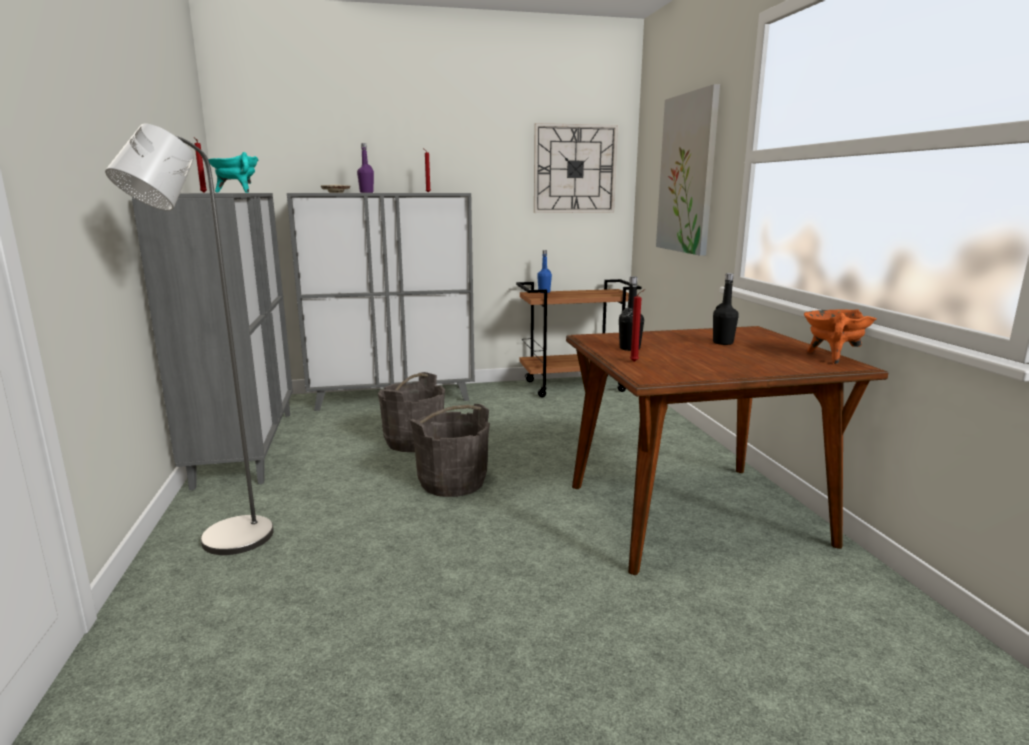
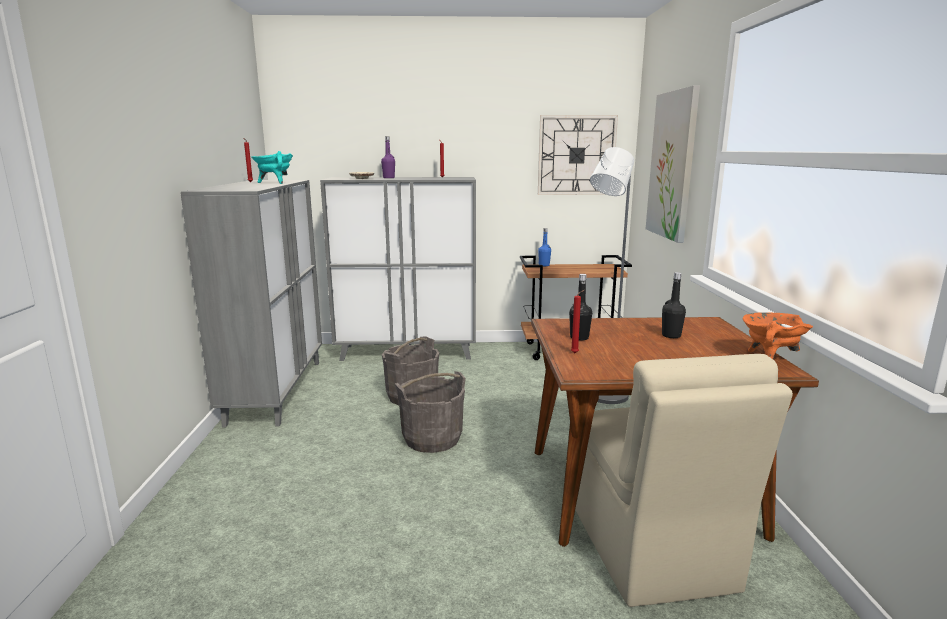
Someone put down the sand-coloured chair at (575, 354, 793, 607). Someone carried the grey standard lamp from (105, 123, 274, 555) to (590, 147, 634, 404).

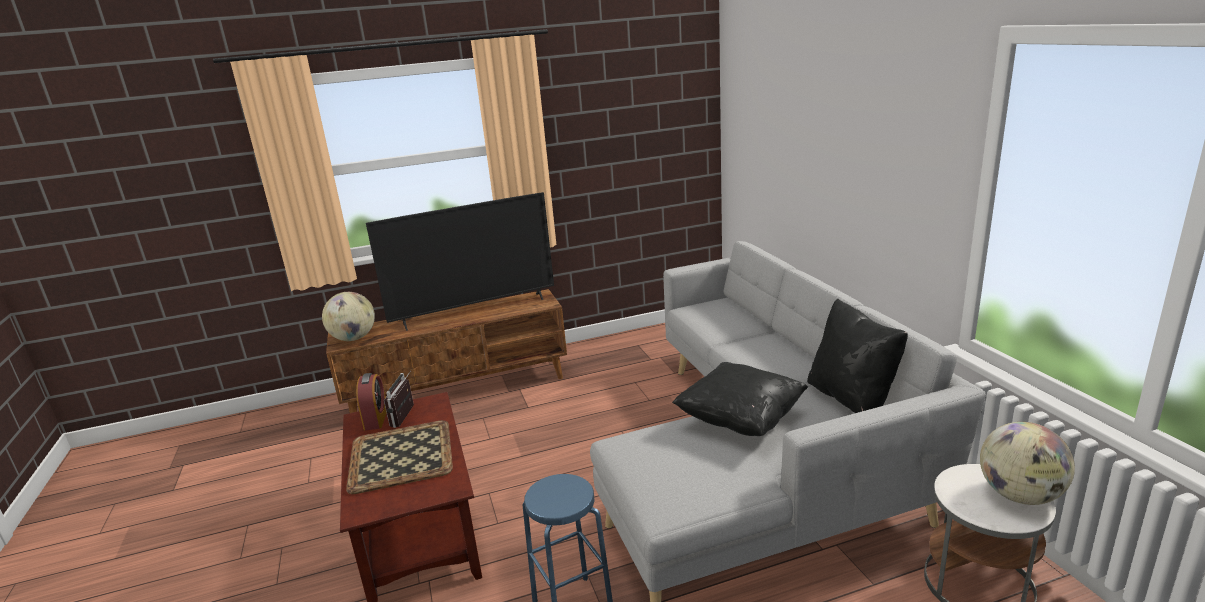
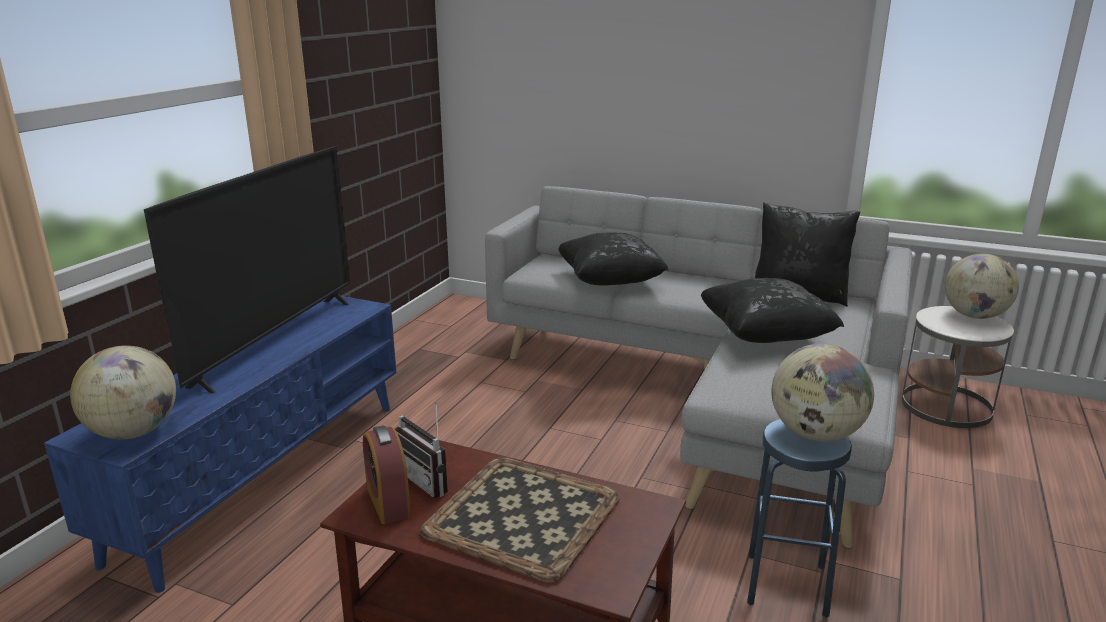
Someone put down the black-coloured cushion at (558, 232, 668, 286). Someone put down the desk globe at (772, 344, 874, 442). Someone repainted the brown tv stand at (326, 289, 567, 413), which became the bluish tv stand at (44, 296, 397, 593). Someone rotated the bedside clock at (356, 373, 387, 430) by 150 degrees counterclockwise.

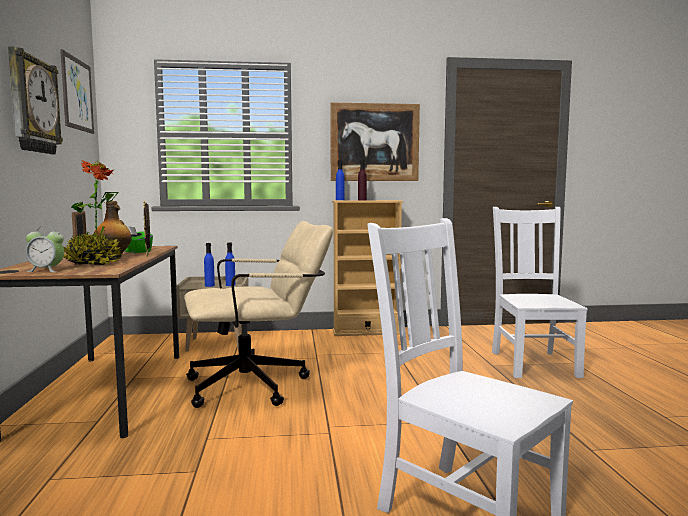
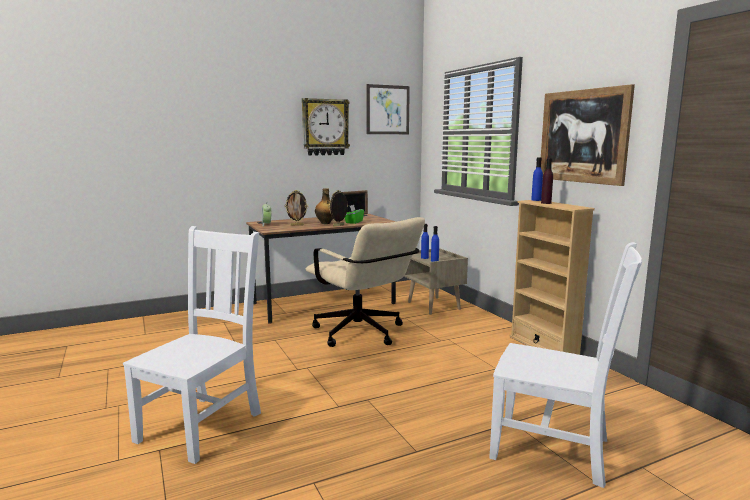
Someone swapped the plant in a pot at (63, 160, 123, 265) for the photo frame at (284, 190, 308, 226). Someone rotated the whitish chair at (492, 207, 588, 378) by 45 degrees clockwise.

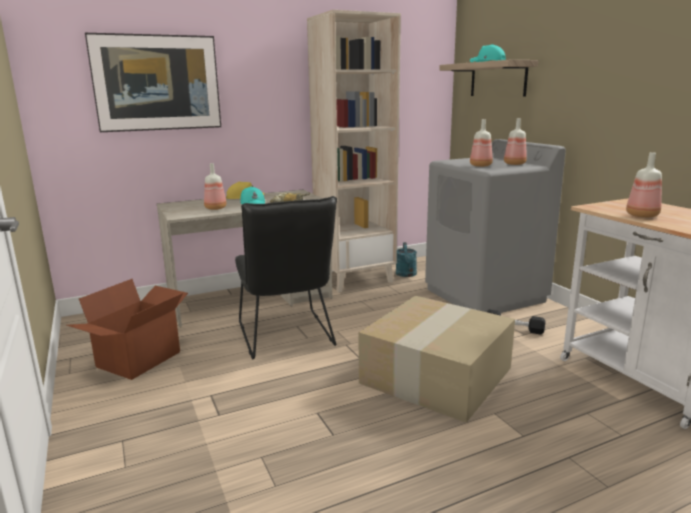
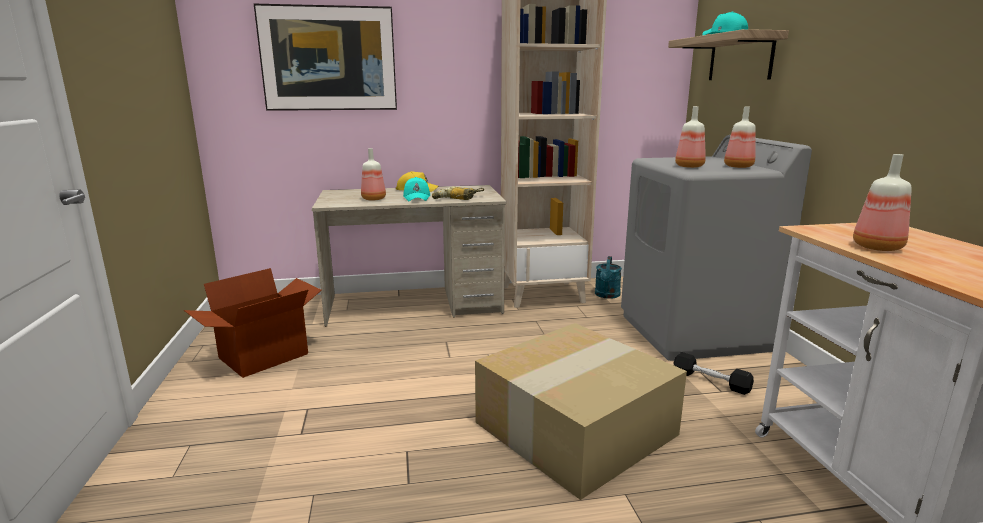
Someone took away the black-coloured chair at (235, 196, 337, 359).

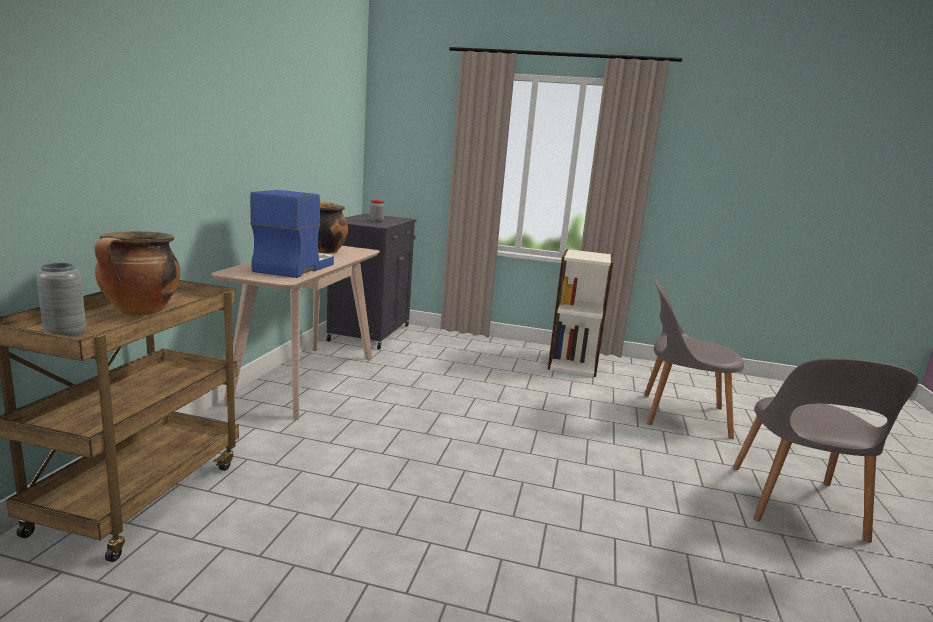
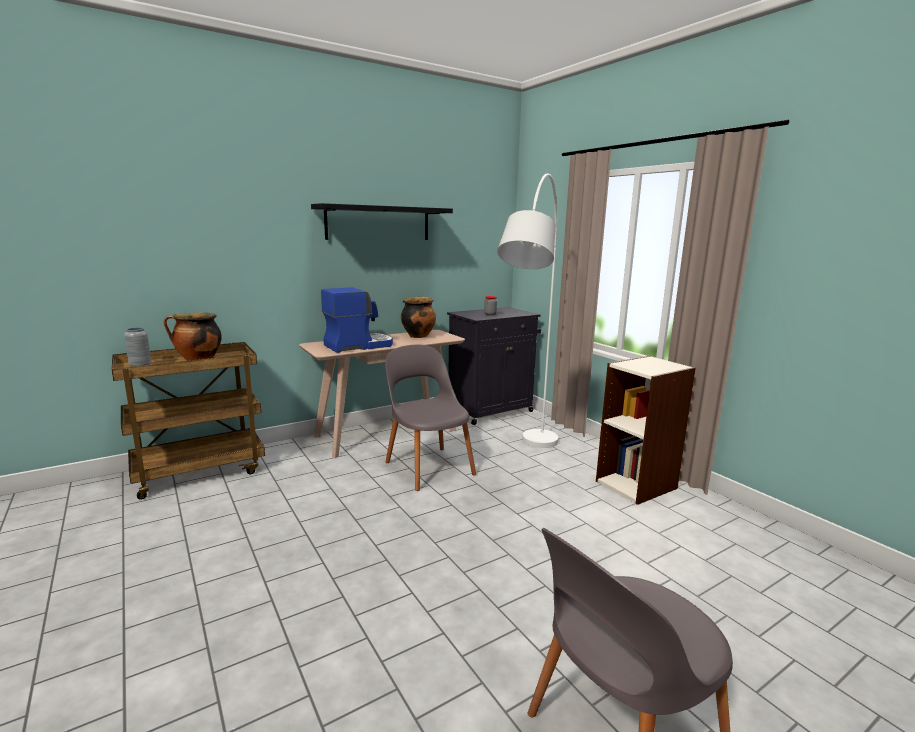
Someone put up the black-coloured wall shelf at (311, 203, 453, 240). Someone put down the whitish standard lamp at (497, 173, 558, 448). Someone carried the grey chair from (644, 279, 744, 439) to (385, 345, 476, 491).

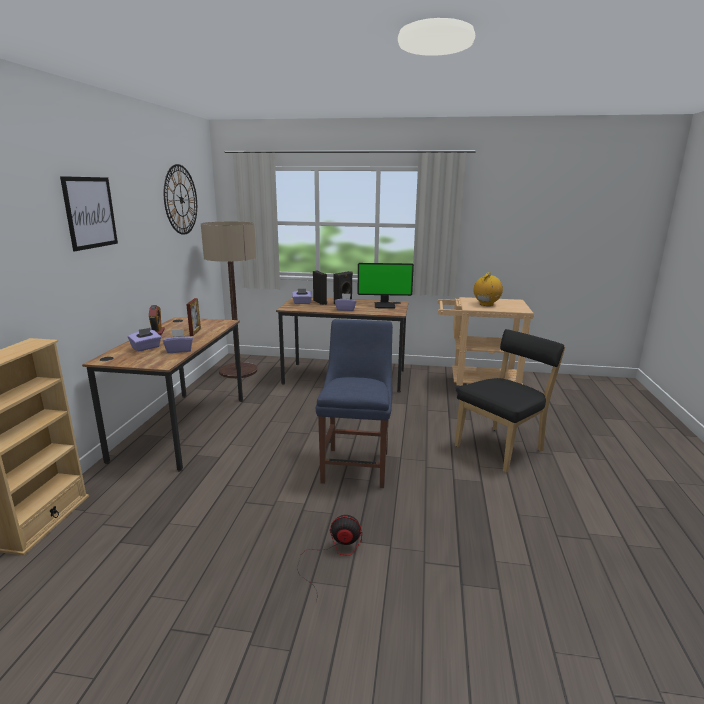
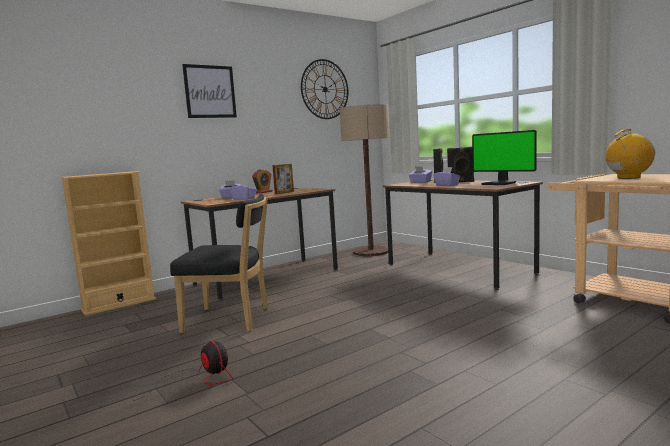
Someone took away the bluish chair at (316, 319, 393, 488). Someone carried the black-coloured chair from (455, 329, 565, 473) to (170, 194, 268, 333).

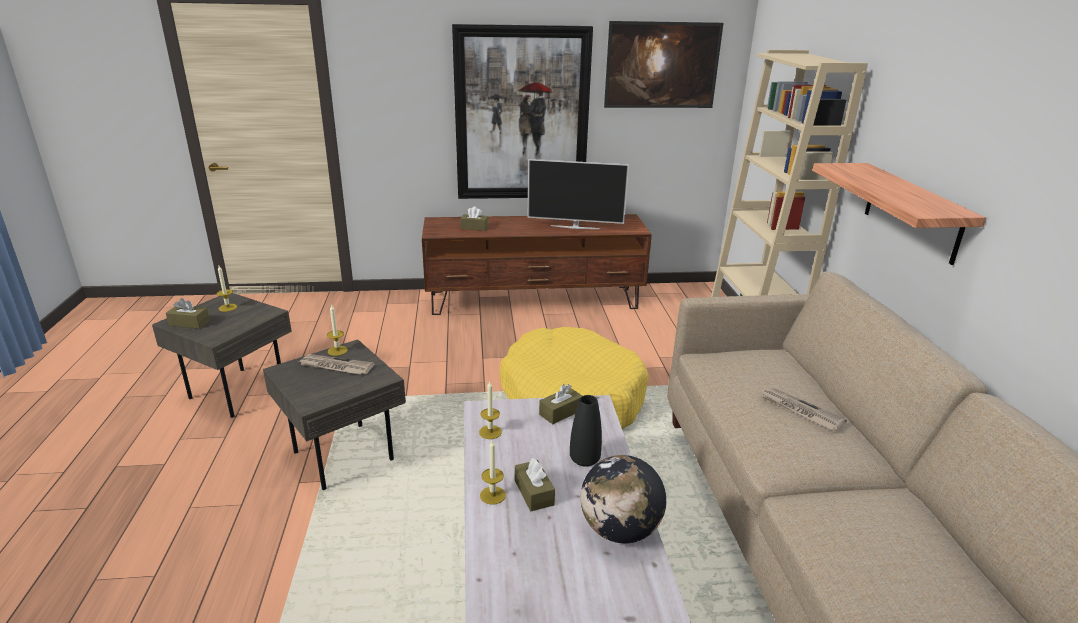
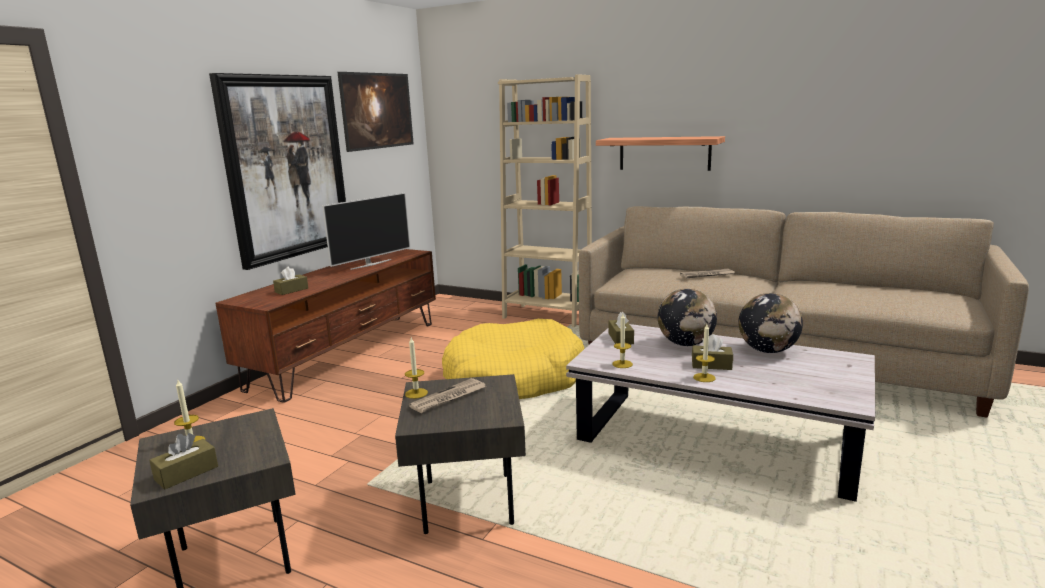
Someone swapped the black-coloured flower vase at (570, 395, 602, 467) for the desk globe at (658, 289, 717, 346).

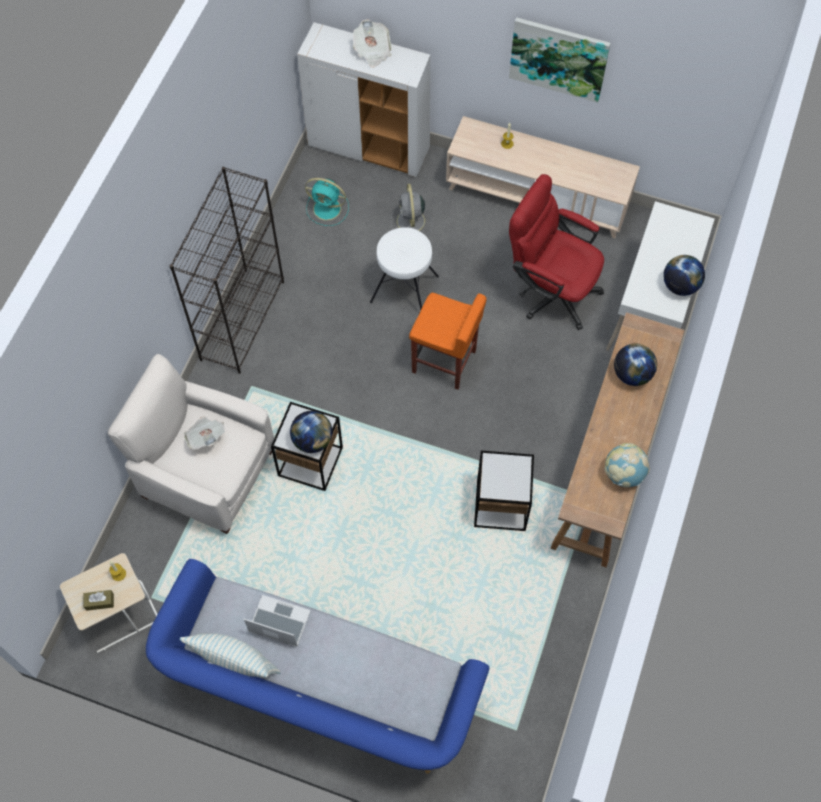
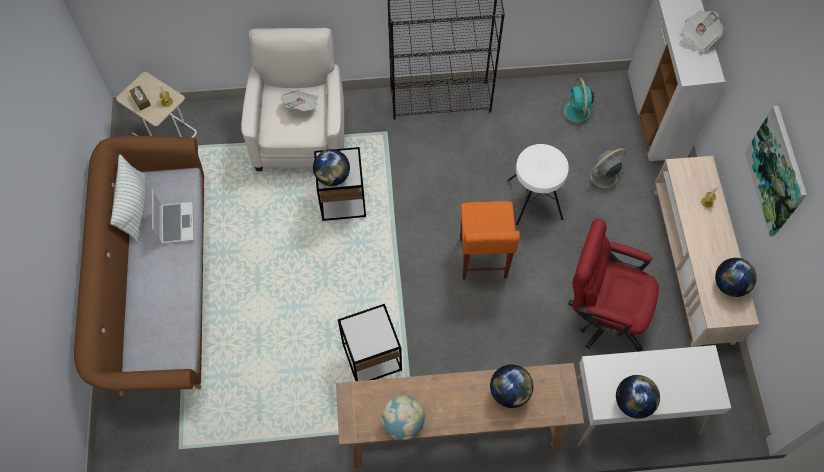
Someone put down the desk globe at (715, 258, 757, 297). Someone repainted the bluish sofa at (146, 559, 489, 774), which became the brown sofa at (74, 136, 204, 396). Someone rotated the red computer chair at (509, 174, 604, 330) by 75 degrees counterclockwise.

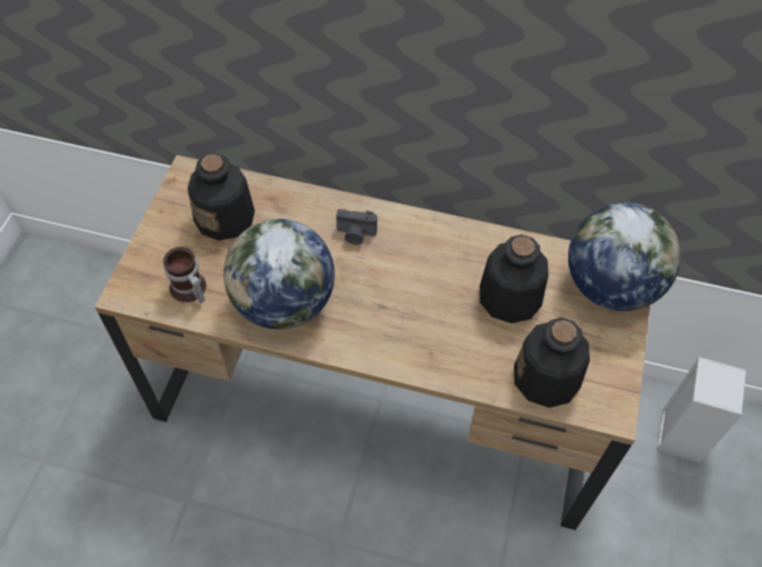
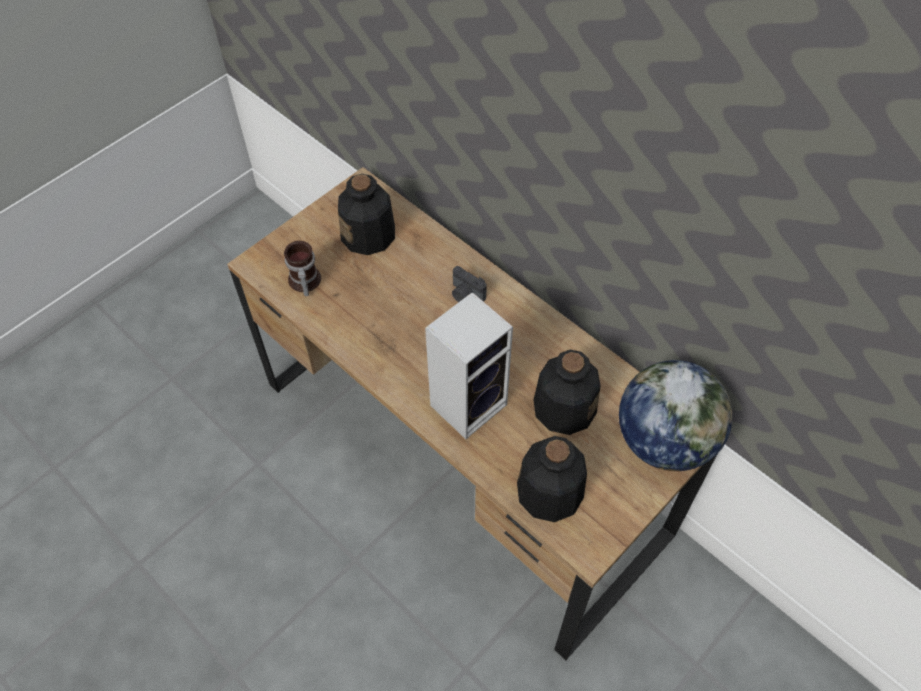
Someone took away the desk globe at (224, 219, 335, 330). Someone carried the audio speaker from (657, 357, 746, 463) to (425, 292, 513, 439).

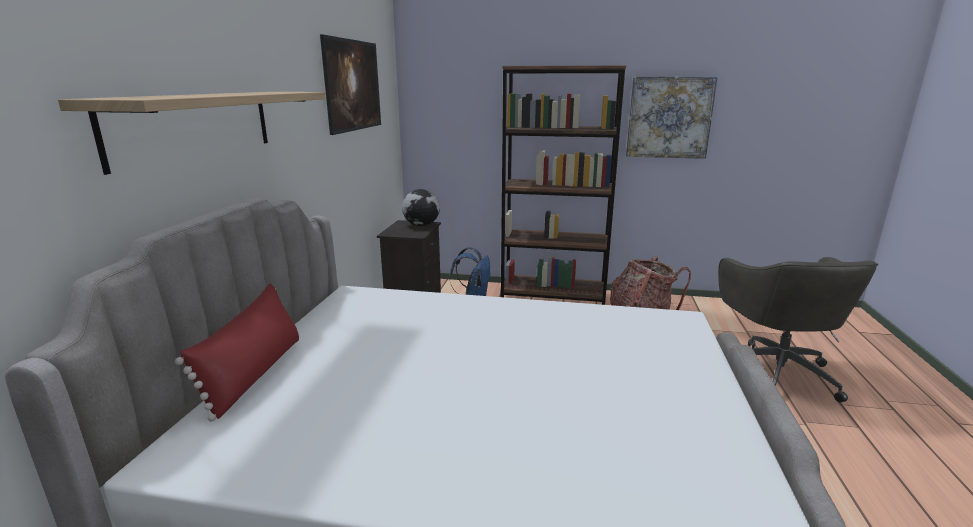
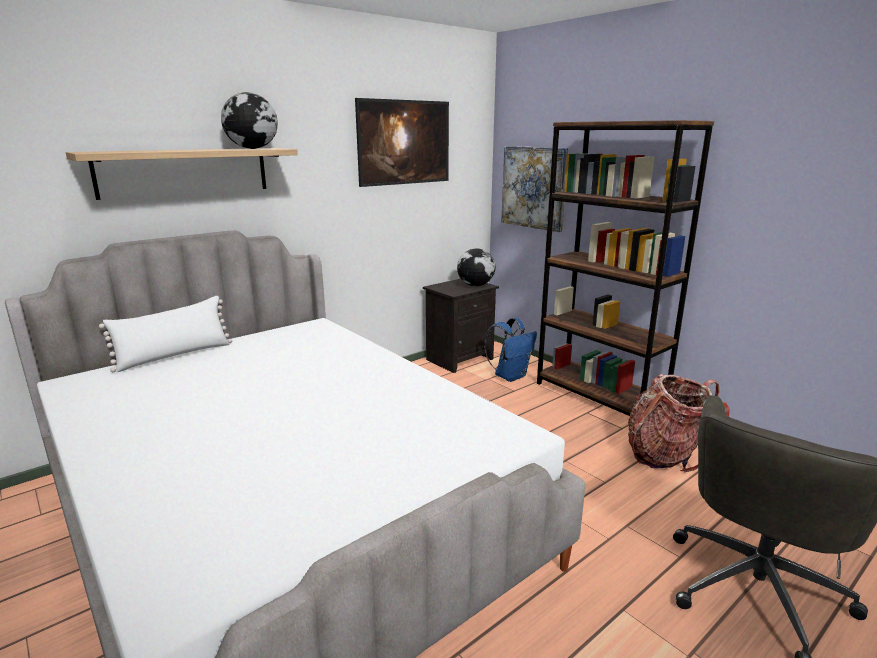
Someone put down the desk globe at (221, 92, 278, 149). Someone carried the picture from (626, 76, 718, 159) to (501, 146, 568, 232). Someone repainted the red cushion at (175, 283, 299, 422), which became the whitish cushion at (99, 296, 232, 372).

